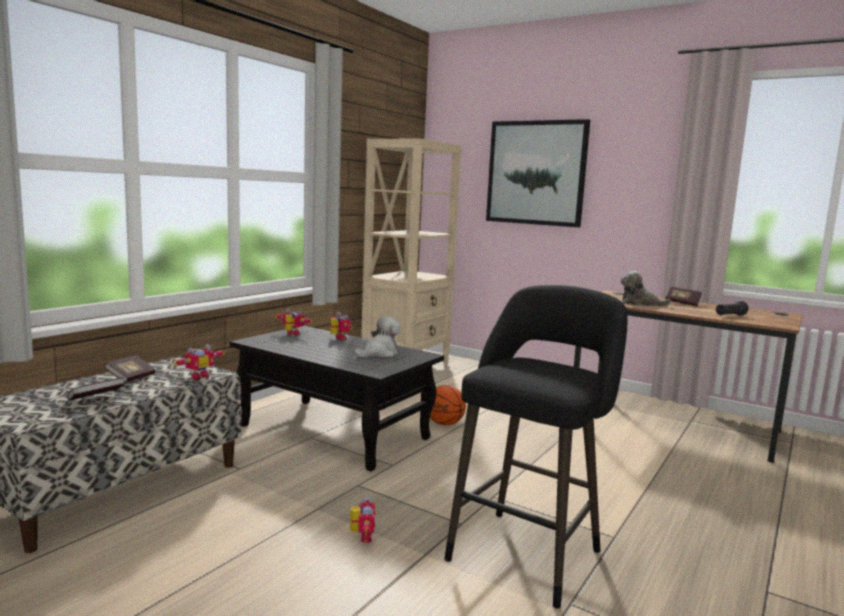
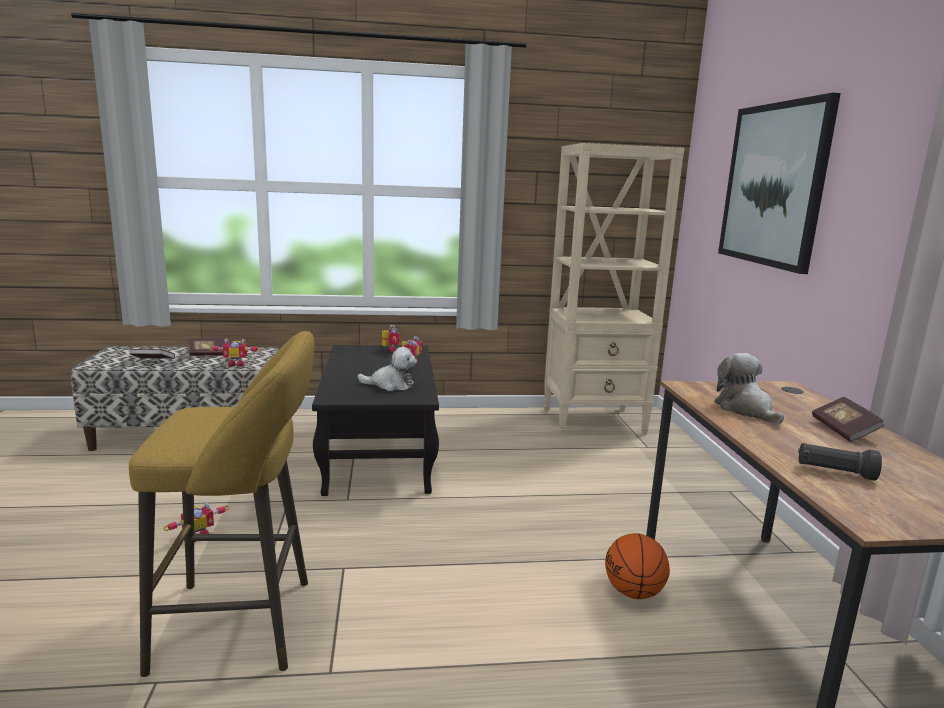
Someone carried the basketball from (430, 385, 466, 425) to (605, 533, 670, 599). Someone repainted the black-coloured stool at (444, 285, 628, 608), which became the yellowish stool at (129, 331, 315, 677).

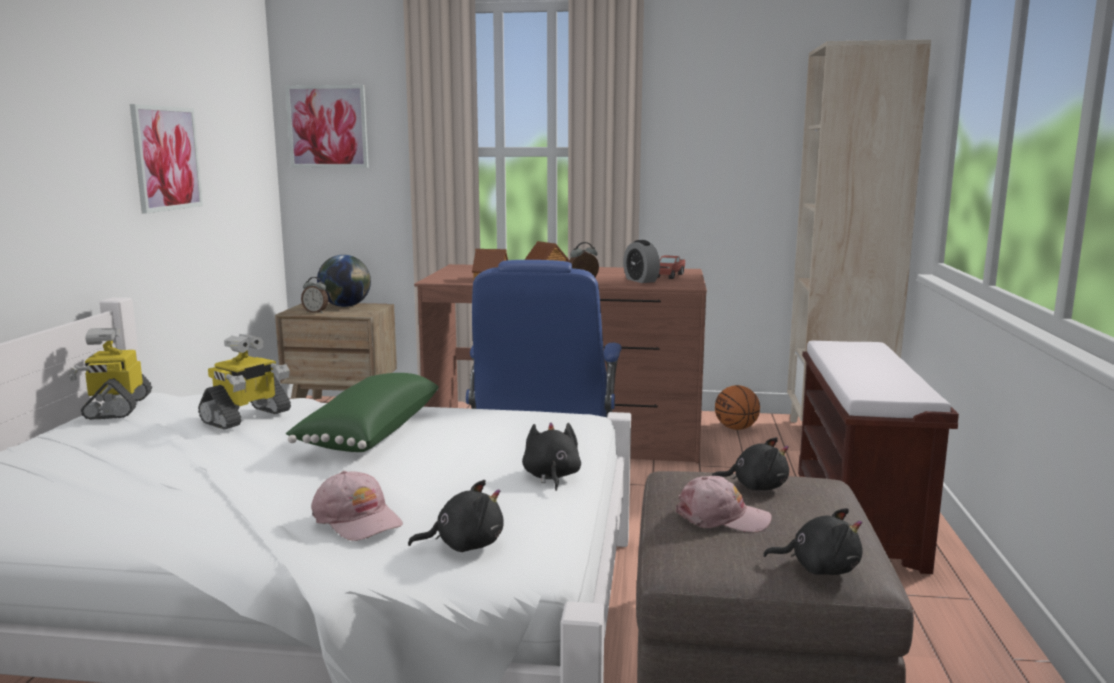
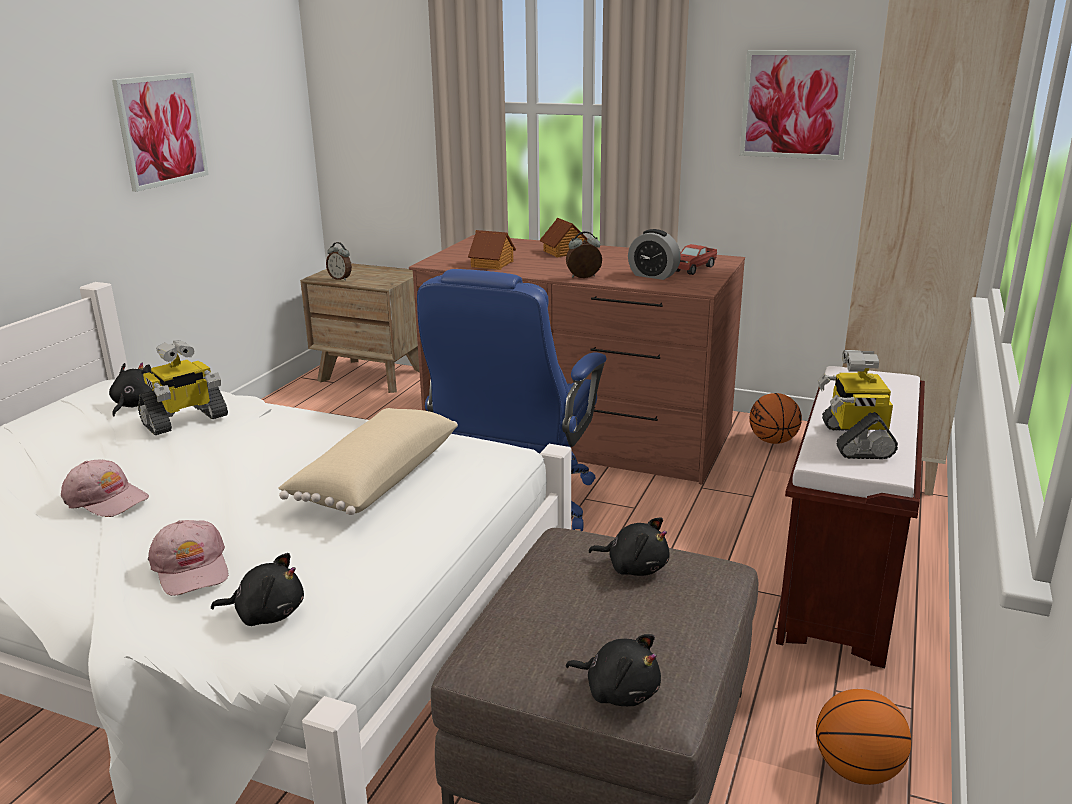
Someone took away the greenish cushion at (286, 373, 439, 452). Someone took away the desk globe at (317, 255, 371, 307). Someone put down the sand-coloured cushion at (278, 408, 458, 515). Someone put down the basketball at (816, 689, 911, 785). Someone carried the robot figure from (68, 328, 152, 420) to (818, 350, 898, 459). Someone carried the picture from (285, 85, 369, 168) to (740, 50, 856, 160). Someone carried the black-coloured plush toy from (522, 422, 581, 491) to (109, 363, 152, 416). Someone carried the pinkish cap from (676, 476, 772, 532) to (61, 460, 149, 517). Someone rotated the bedside clock at (623, 240, 660, 283) by 45 degrees counterclockwise.

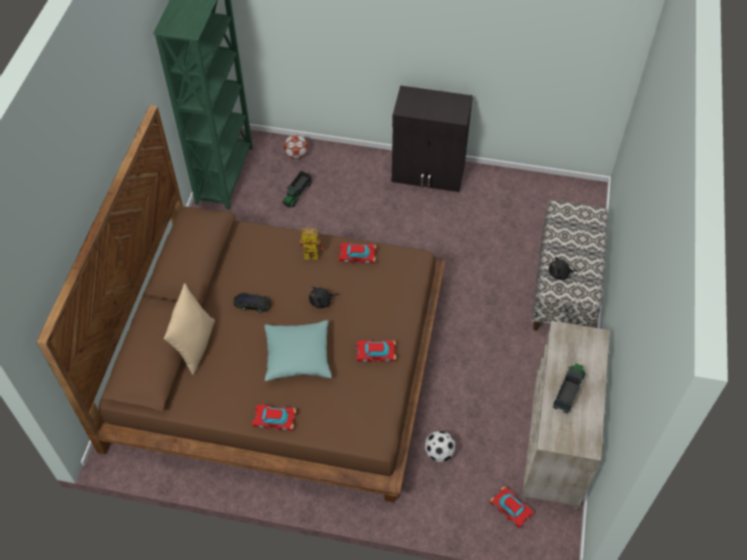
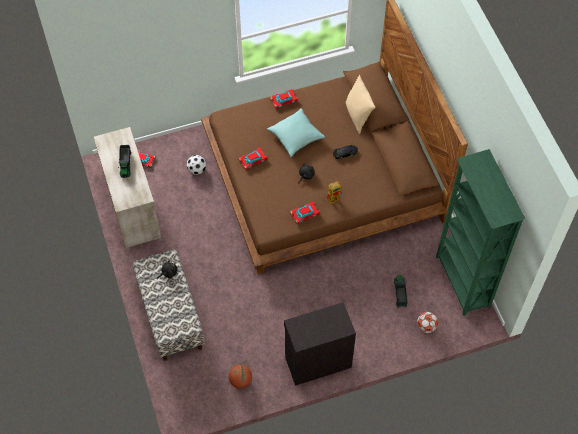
Someone put down the basketball at (229, 365, 252, 389).

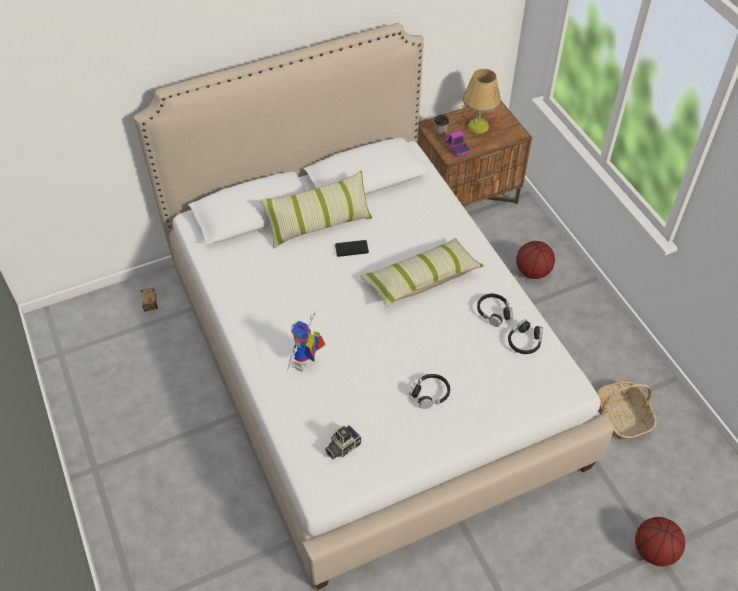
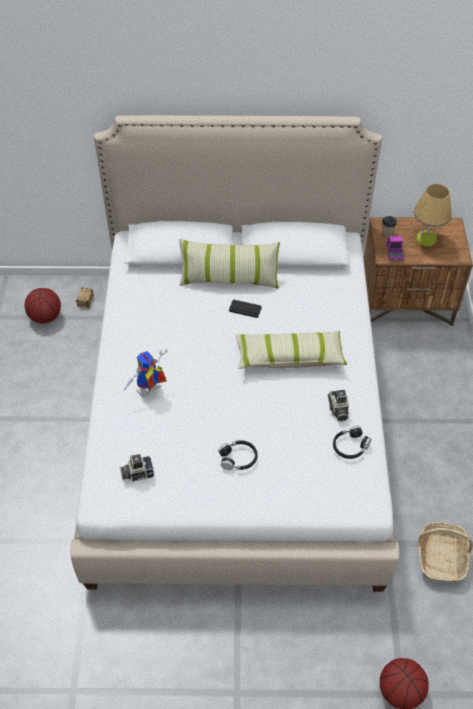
Someone carried the basketball from (516, 241, 555, 279) to (25, 288, 61, 323). Someone swapped the black-coloured headset at (477, 294, 513, 327) for the still camera at (328, 390, 349, 422).

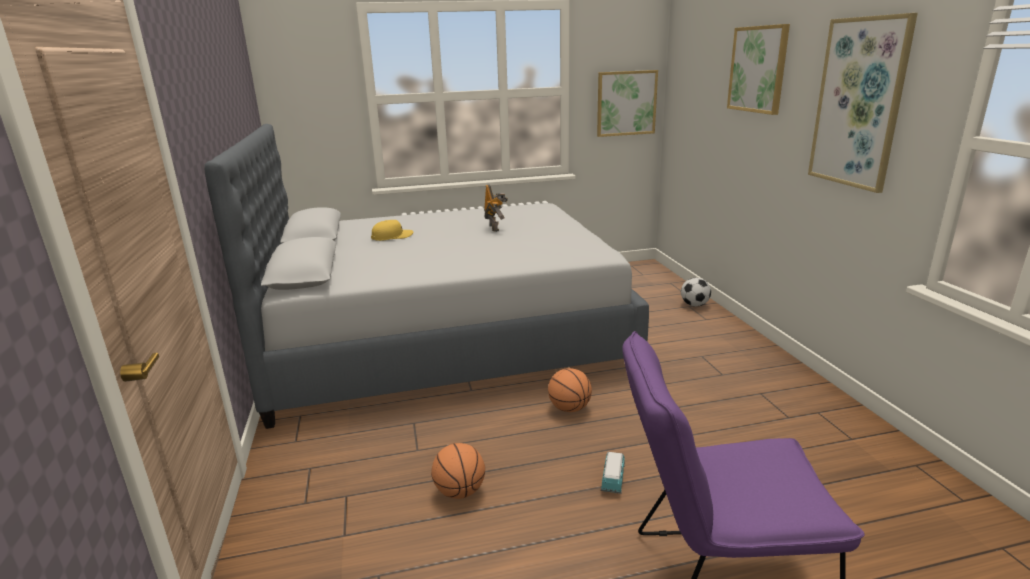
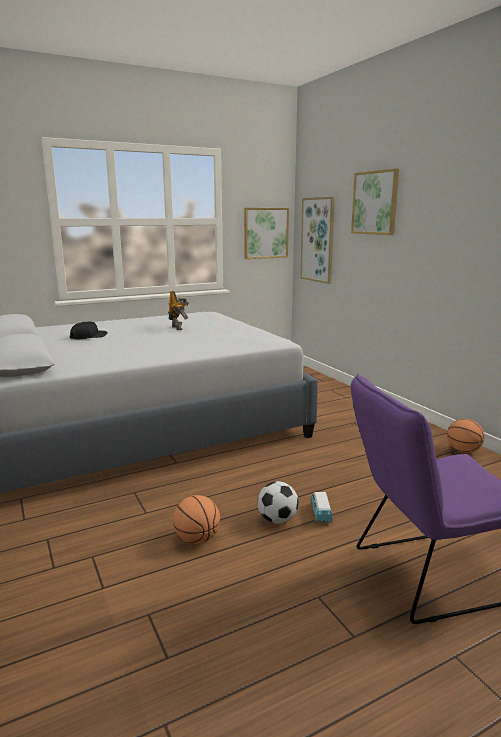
Someone carried the basketball from (548, 368, 592, 412) to (447, 419, 484, 453). Someone carried the ball for football from (681, 278, 711, 307) to (258, 481, 298, 524). Someone carried the picture from (808, 13, 918, 193) to (300, 197, 335, 284). Someone repainted the yellowish cap at (371, 220, 413, 241), which became the black-coloured cap at (70, 321, 108, 339).

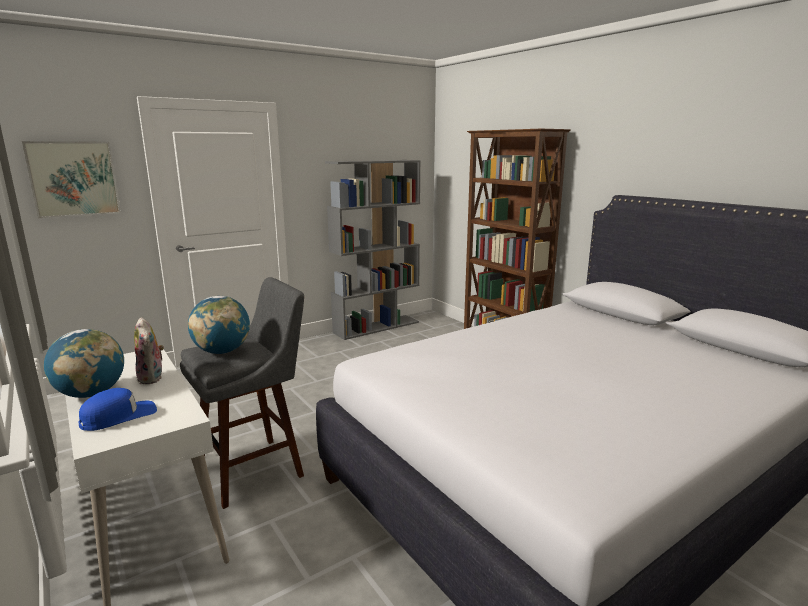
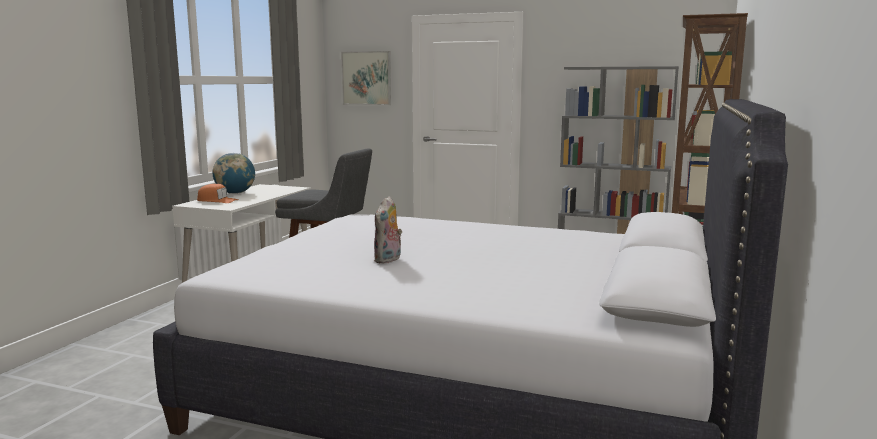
Someone took away the desk globe at (188, 296, 250, 354). Someone carried the plush toy from (134, 317, 164, 384) to (374, 196, 402, 264). Someone repainted the bluish cap at (79, 388, 157, 431), which became the orange-coloured cap at (197, 184, 239, 203).

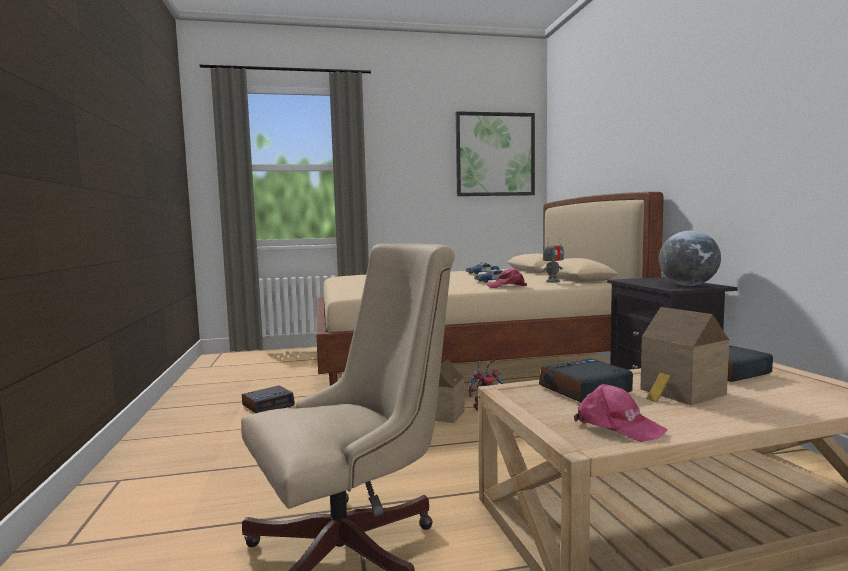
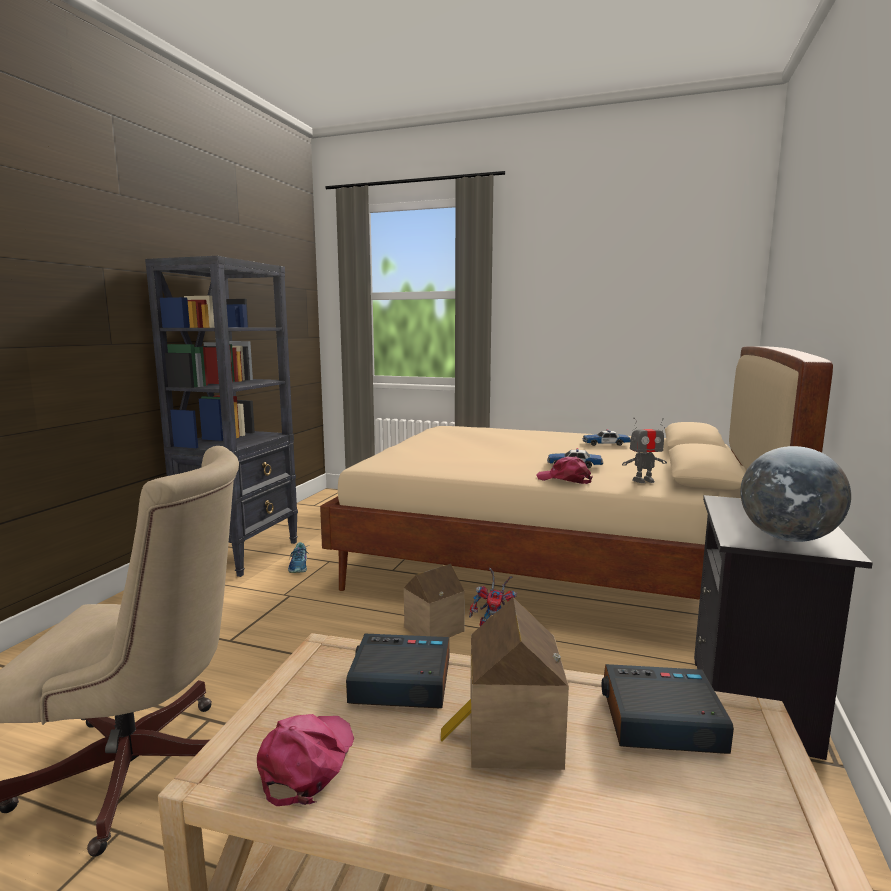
Someone took away the picture at (456, 111, 535, 196). Someone put down the black-coloured bookshelf at (145, 256, 298, 577). Someone swapped the bedside clock at (242, 386, 295, 413) for the shoe at (288, 542, 309, 573). Someone rotated the pinkish cap at (574, 384, 668, 442) by 150 degrees counterclockwise.

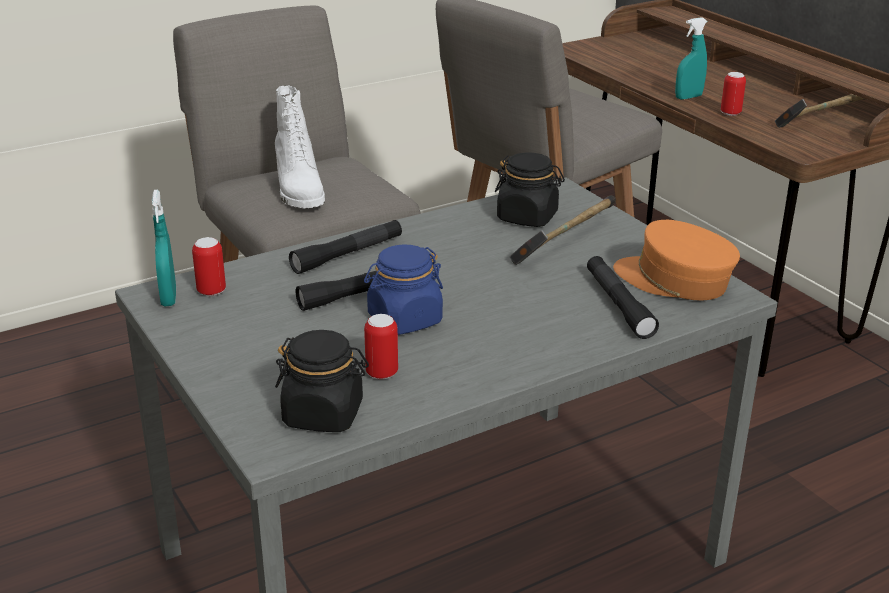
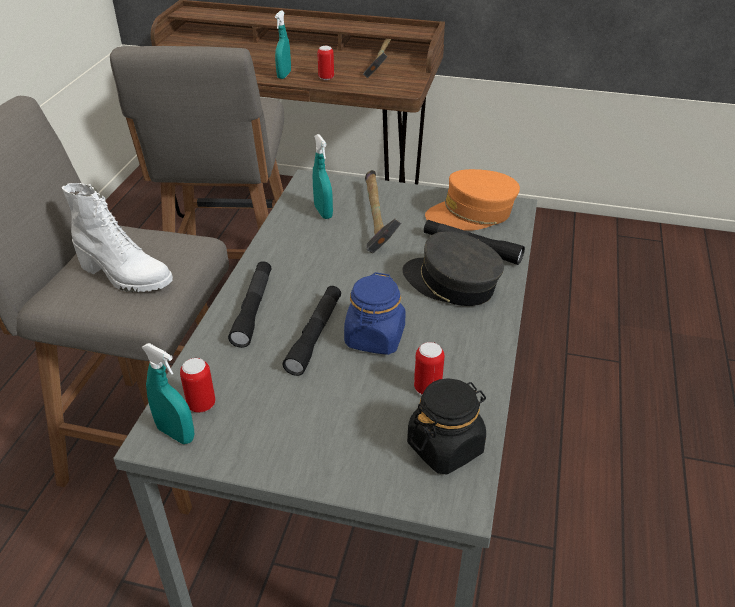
Someone put down the grey cap at (402, 231, 504, 306). Someone swapped the black-coloured storage jar at (495, 152, 565, 227) for the turquoise spray bottle at (313, 134, 333, 219).

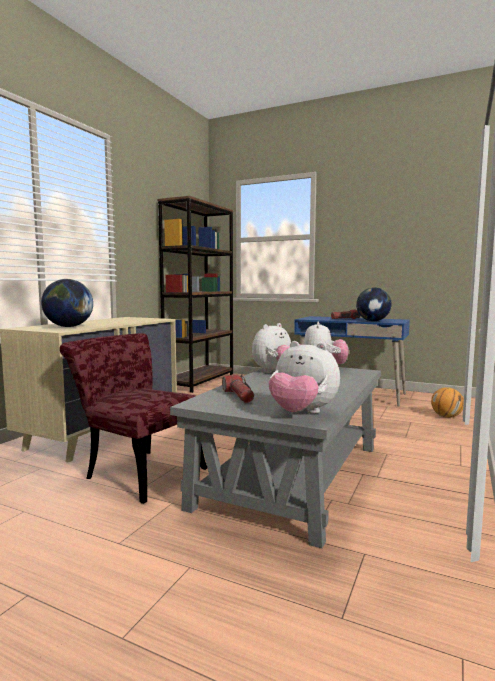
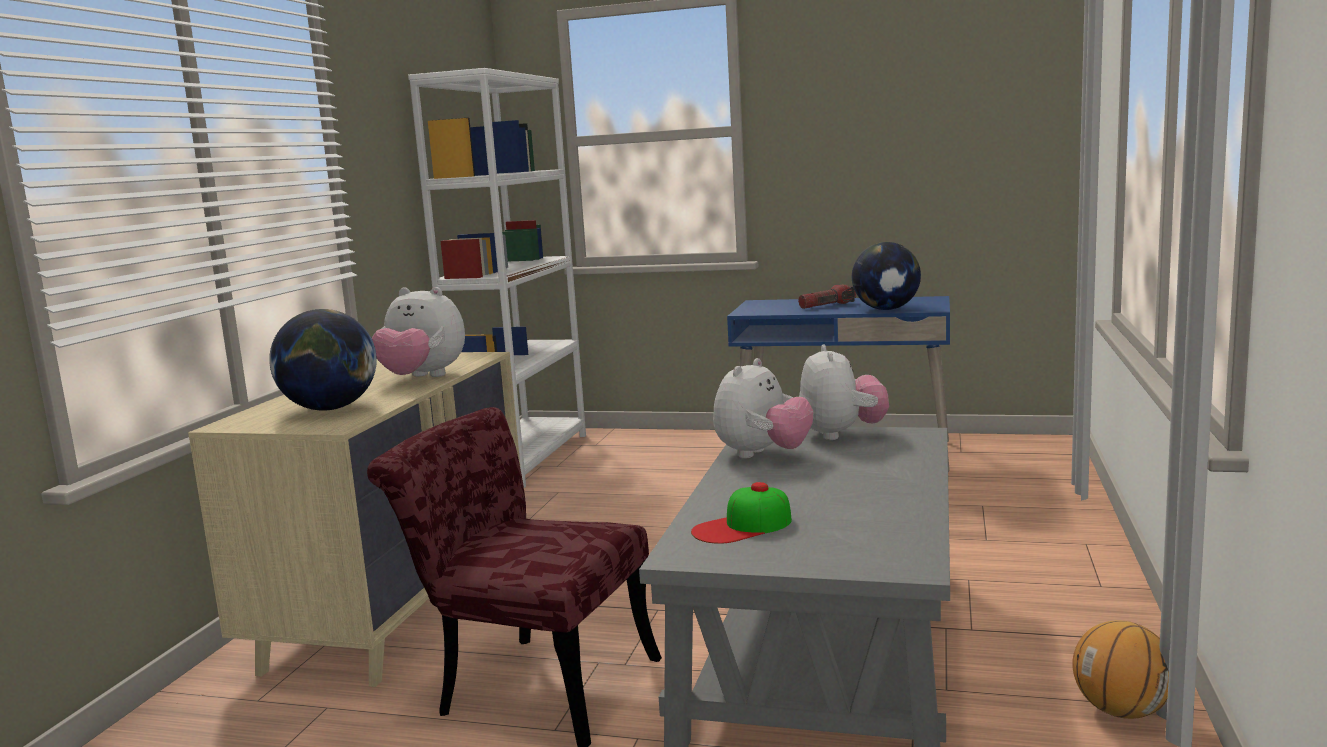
Someone carried the plush toy from (269, 341, 340, 414) to (372, 287, 465, 377). Someone carried the basketball from (431, 387, 464, 418) to (1072, 620, 1169, 719). Someone swapped the flashlight at (222, 374, 254, 403) for the cap at (691, 482, 792, 544). Someone repainted the brown bookshelf at (158, 196, 233, 393), which became the whitish bookshelf at (408, 68, 586, 488).

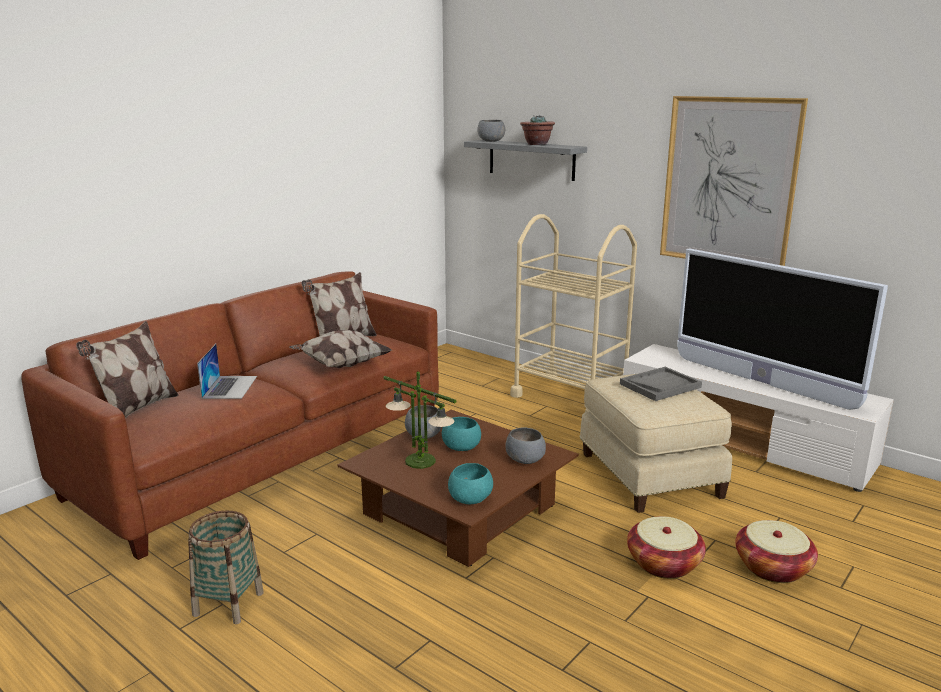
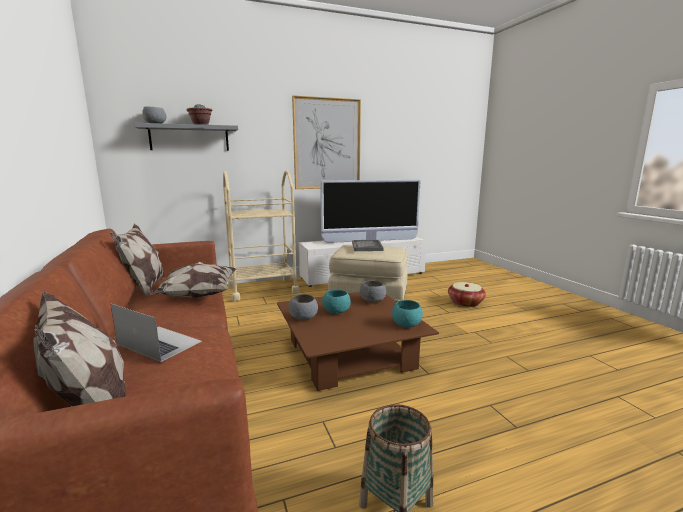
Someone took away the lamp for a table at (383, 372, 457, 469). Someone took away the storage basket at (627, 516, 706, 579).

